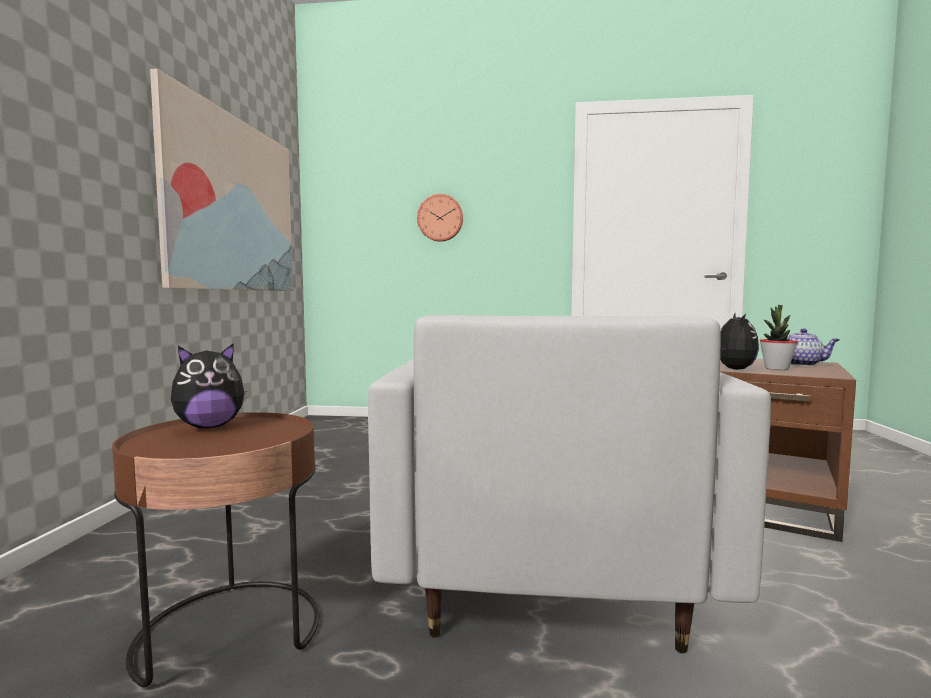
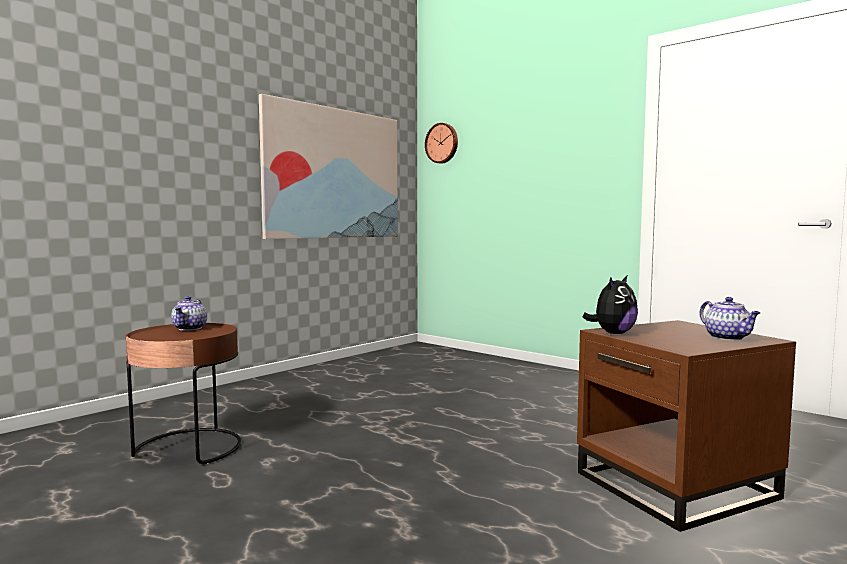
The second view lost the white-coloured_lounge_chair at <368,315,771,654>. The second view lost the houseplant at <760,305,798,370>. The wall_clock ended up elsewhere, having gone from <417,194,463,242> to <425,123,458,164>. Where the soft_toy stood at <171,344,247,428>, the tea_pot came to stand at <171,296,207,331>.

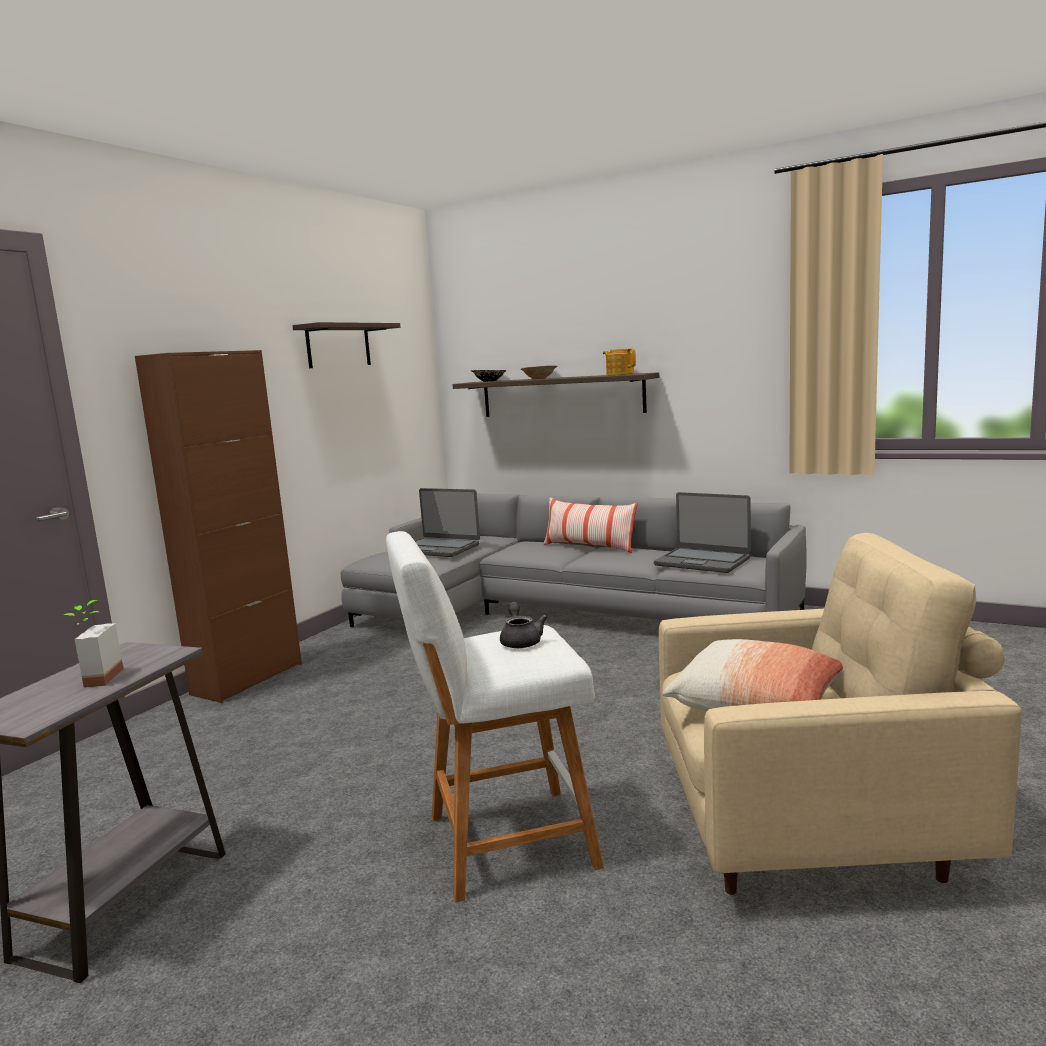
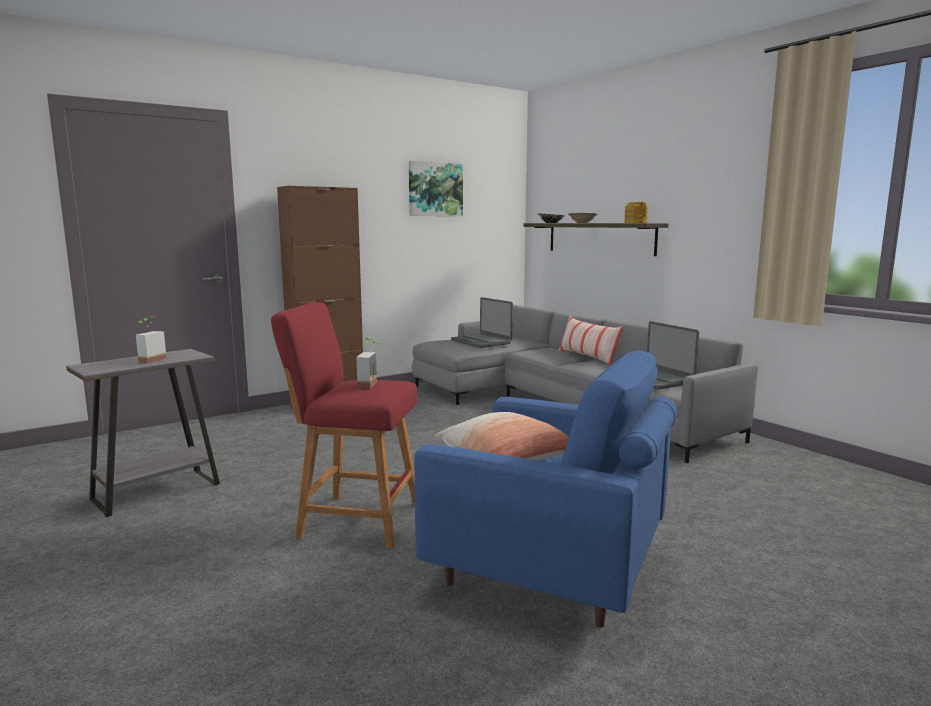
Where the bracket_shelf hung at <293,322,401,368>, the wall_art came to hang at <409,161,463,216>. Where the gray_tea_pot stood at <500,602,547,648>, the houseplant came to stand at <356,338,383,389>. What was the white-coloured_stool at <386,531,604,902> turned into the red-coloured_stool at <271,302,418,548>. What was the sand-coloured_lounge_chair at <659,533,1022,895> turned into the blue_lounge_chair at <414,351,677,628>.

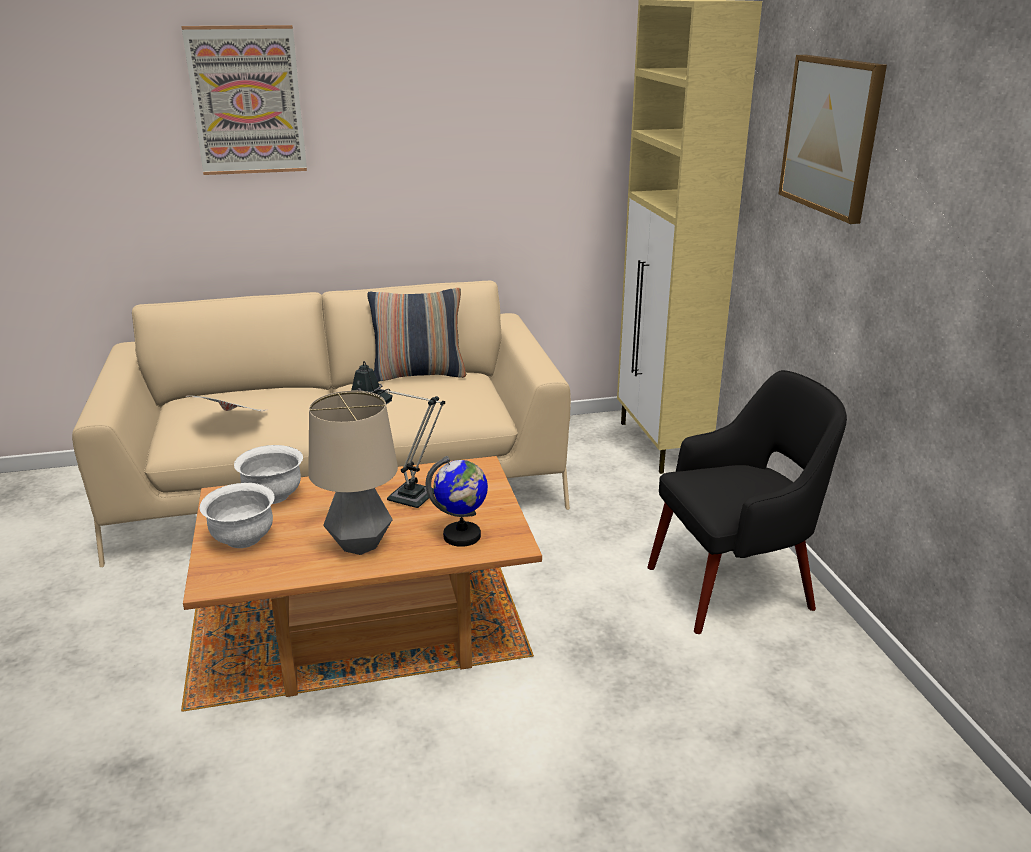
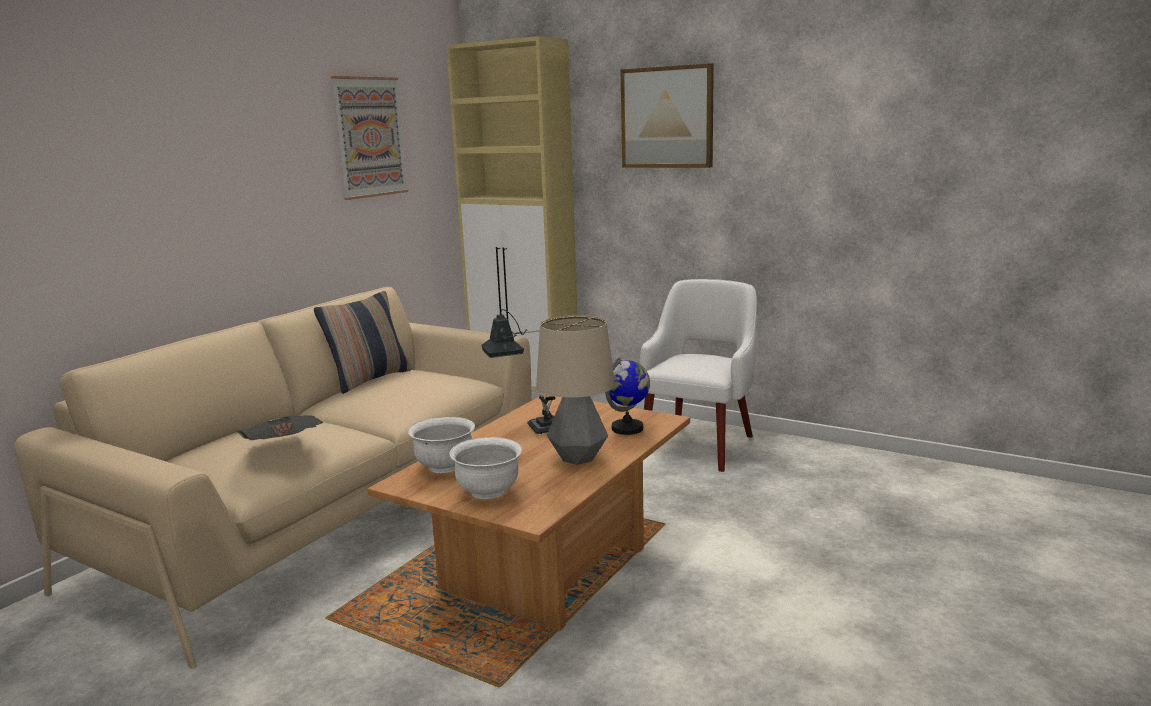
The wall_art ended up elsewhere, having gone from <181,25,307,175> to <331,76,408,200>. What was the black_lounge_chair at <647,370,847,634> turned into the white-coloured_lounge_chair at <640,279,757,472>.

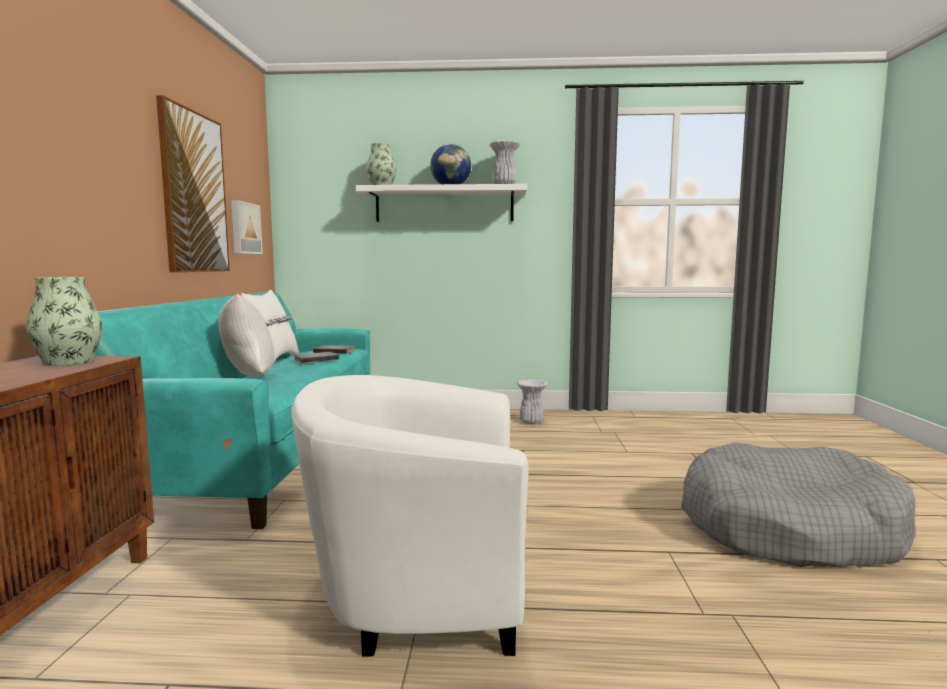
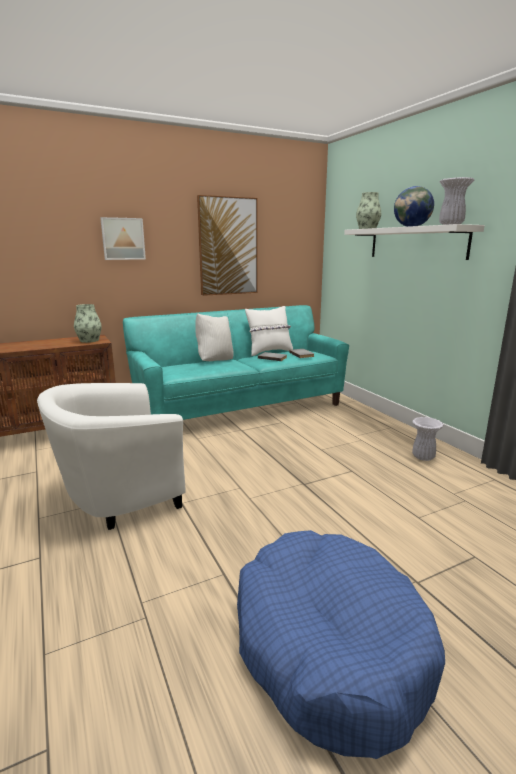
The wall_art ended up elsewhere, having gone from <231,200,263,254> to <100,217,146,260>. What was the gray_dog_bed at <681,443,916,567> turned into the blue_dog_bed at <237,530,445,759>. The white-coloured_lounge_chair at <292,375,529,657> ended up facing another way, 90 degrees counterclockwise from before.

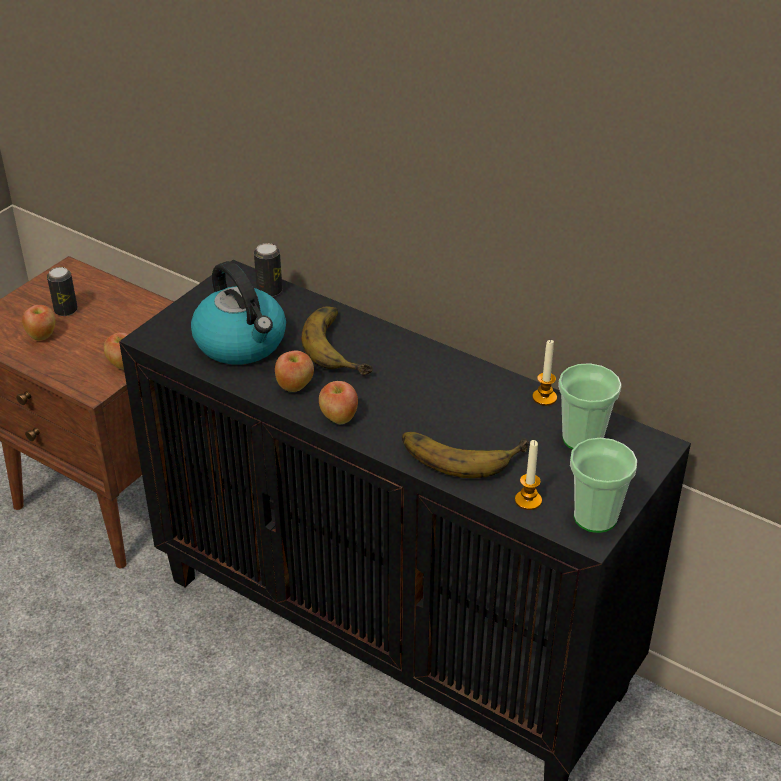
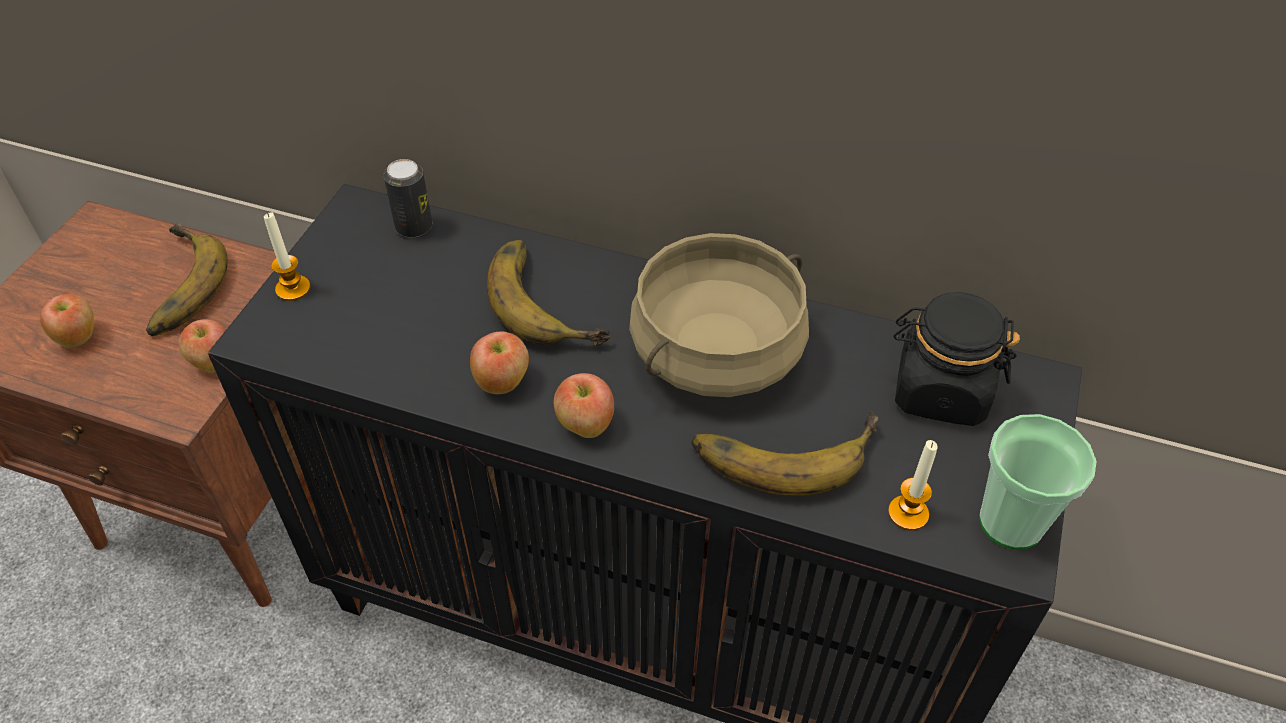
The second view lost the can at <47,267,78,316>. The second view lost the kettle at <191,261,286,365>. The second view gained the whole_banana at <146,223,228,336>. The second view gained the sand-coloured_saucepot at <629,233,809,397>. The wax_candle ended up elsewhere, having gone from <532,339,557,406> to <264,212,311,301>. Where the drinking_cup stood at <558,363,622,450>, the black_jar came to stand at <894,292,1020,426>.

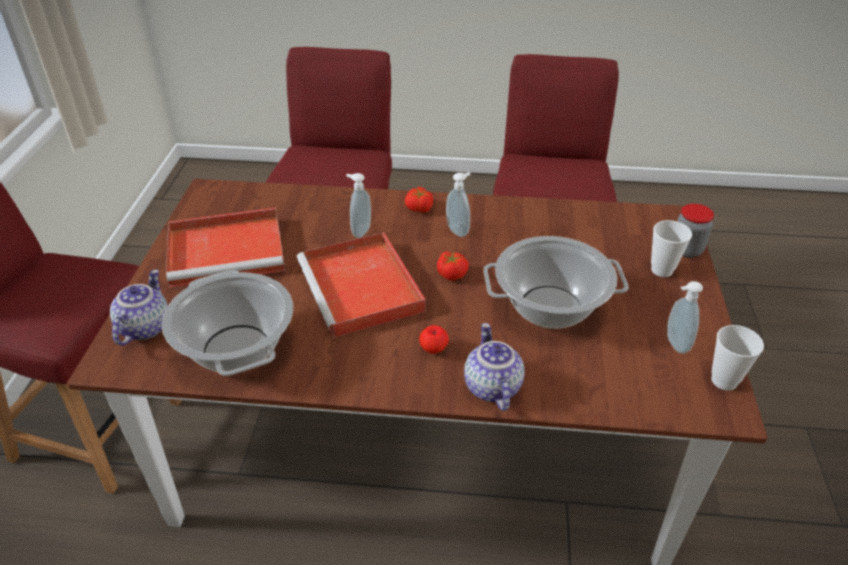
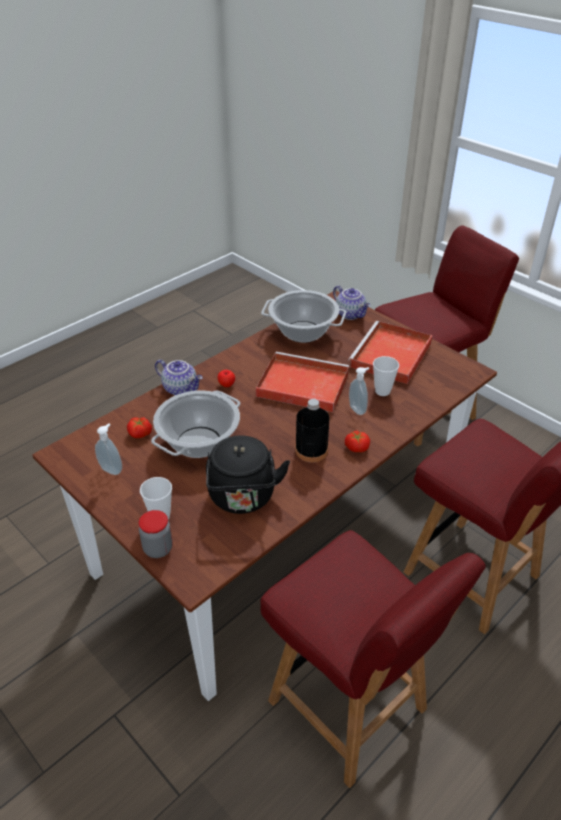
The second view gained the black_kettle at <206,435,290,514>. The whole_tomato ended up elsewhere, having gone from <437,251,469,281> to <127,417,152,438>. The drinking_cup ended up elsewhere, having gone from <711,325,764,391> to <373,356,399,396>. Where the soap_bottle stood at <446,172,470,237>, the black_bottle came to stand at <295,399,329,462>.

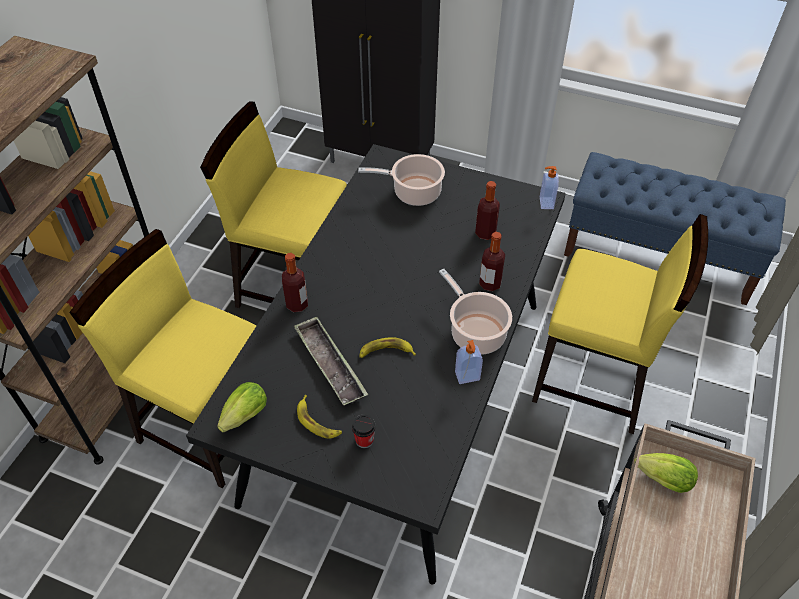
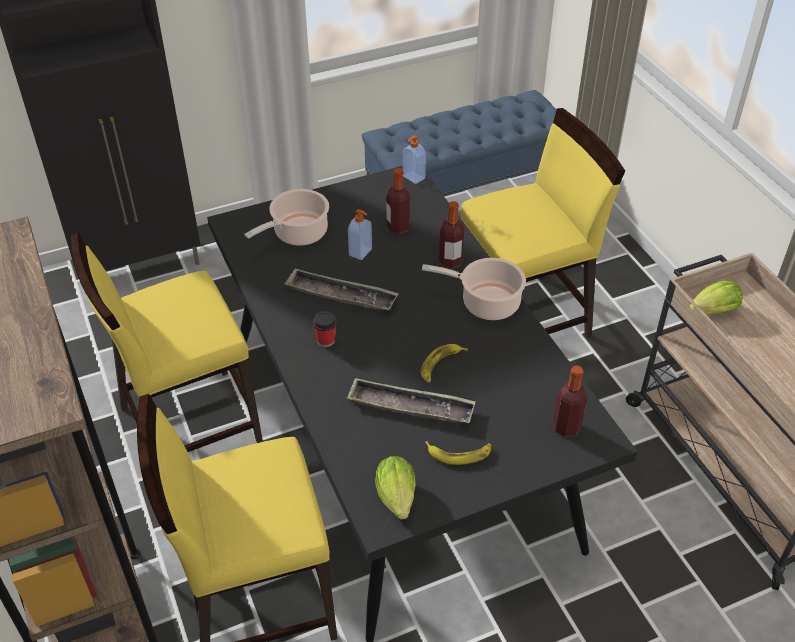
The second view gained the serving_tray at <284,269,399,311>. The bottle ended up elsewhere, having gone from <282,253,308,312> to <553,366,587,437>. The drinking_cup ended up elsewhere, having gone from <352,415,376,448> to <313,311,336,347>. The soap_bottle ended up elsewhere, having gone from <455,340,483,384> to <348,209,372,260>.

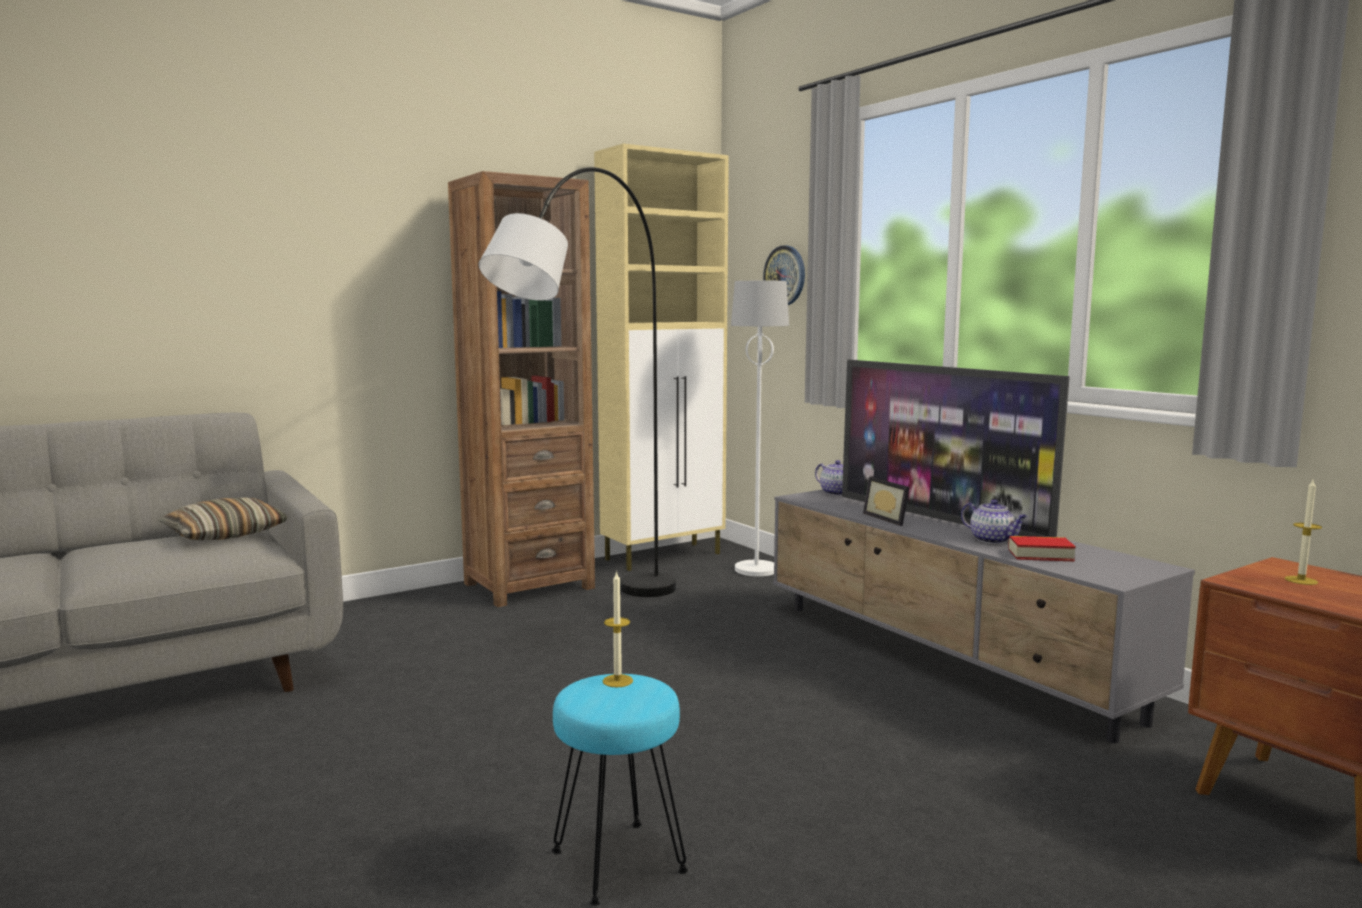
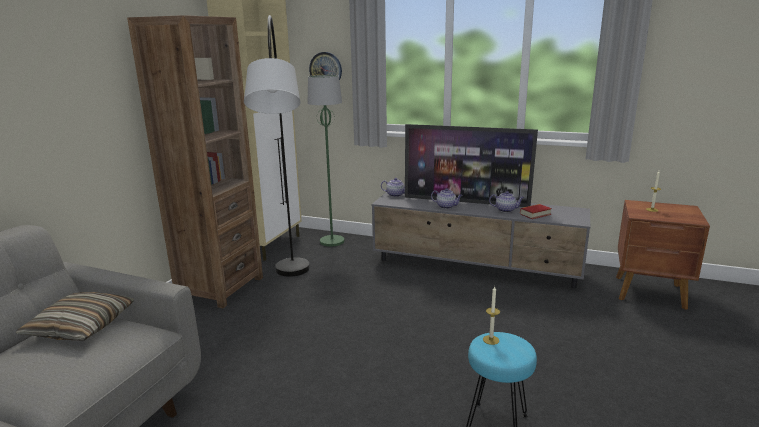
Where the standing_frame stood at <863,477,910,526>, the tea_pot came to stand at <431,188,463,209>. What was the white-coloured_standard_lamp at <731,281,789,576> turned into the green-coloured_standard_lamp at <308,75,344,247>.

